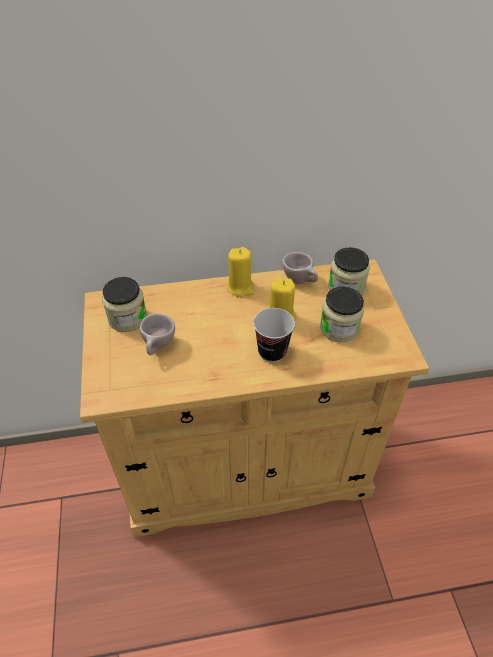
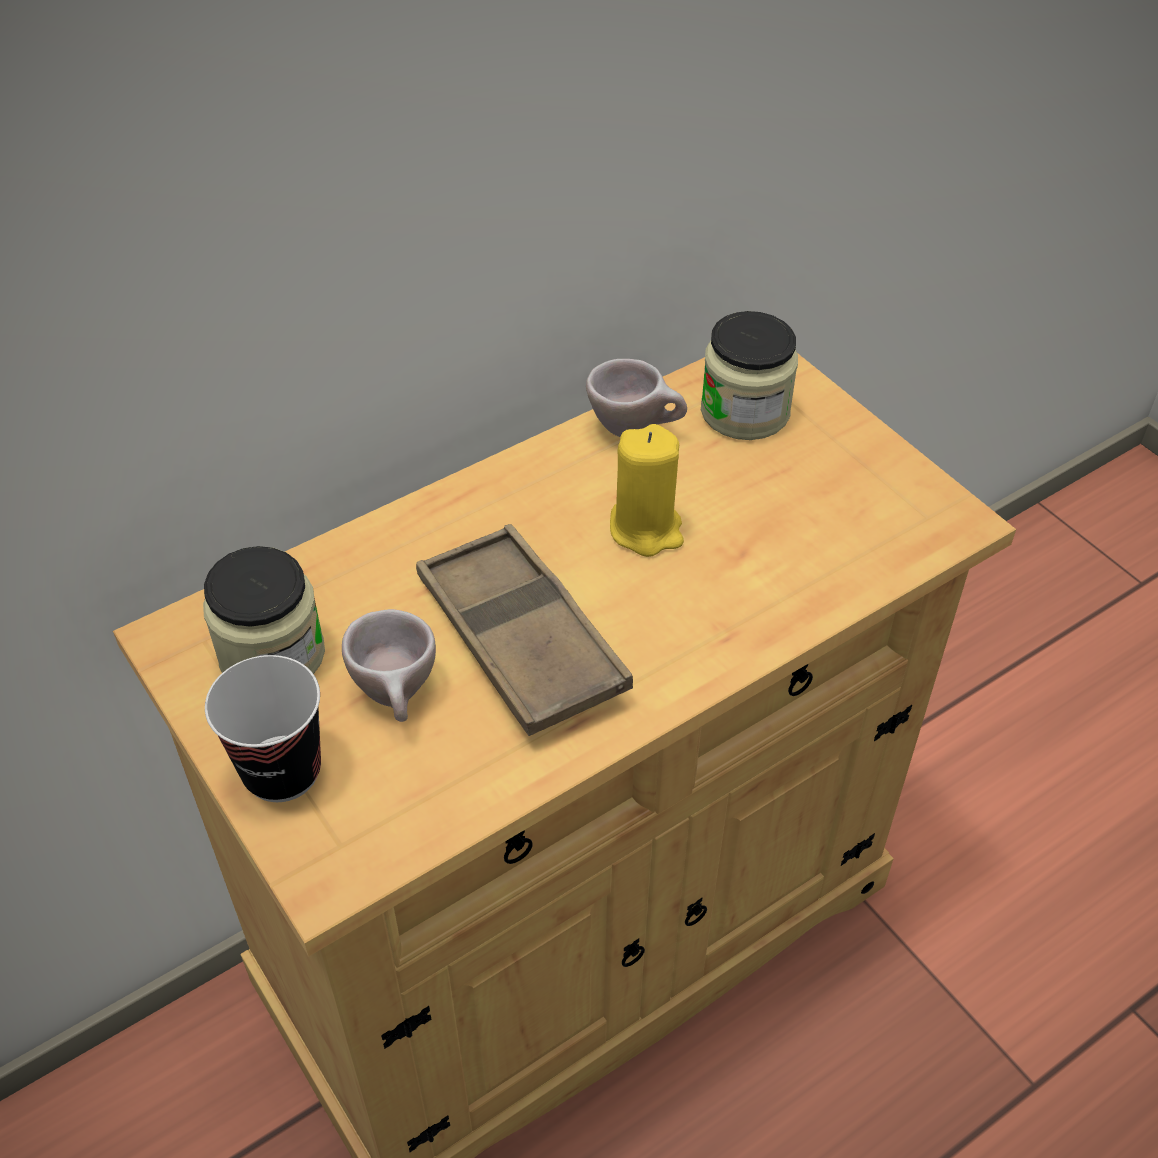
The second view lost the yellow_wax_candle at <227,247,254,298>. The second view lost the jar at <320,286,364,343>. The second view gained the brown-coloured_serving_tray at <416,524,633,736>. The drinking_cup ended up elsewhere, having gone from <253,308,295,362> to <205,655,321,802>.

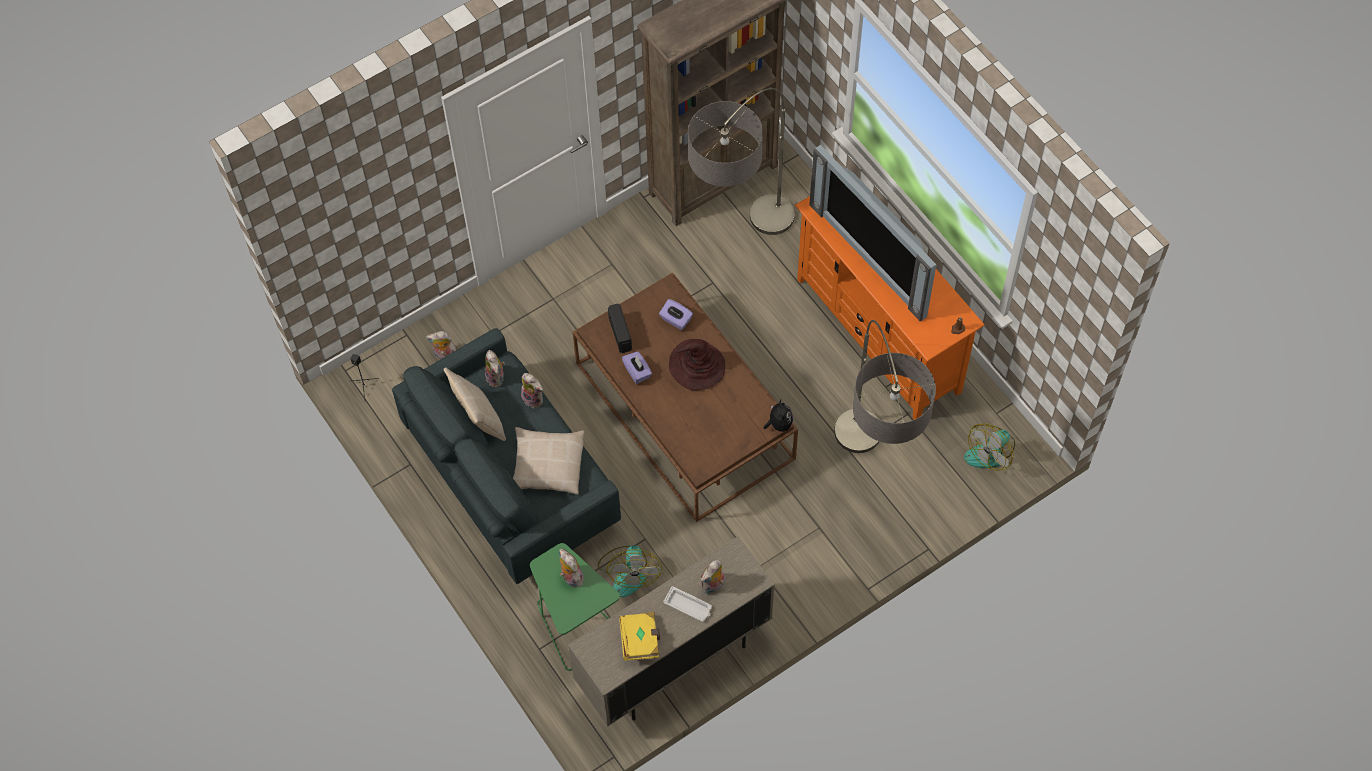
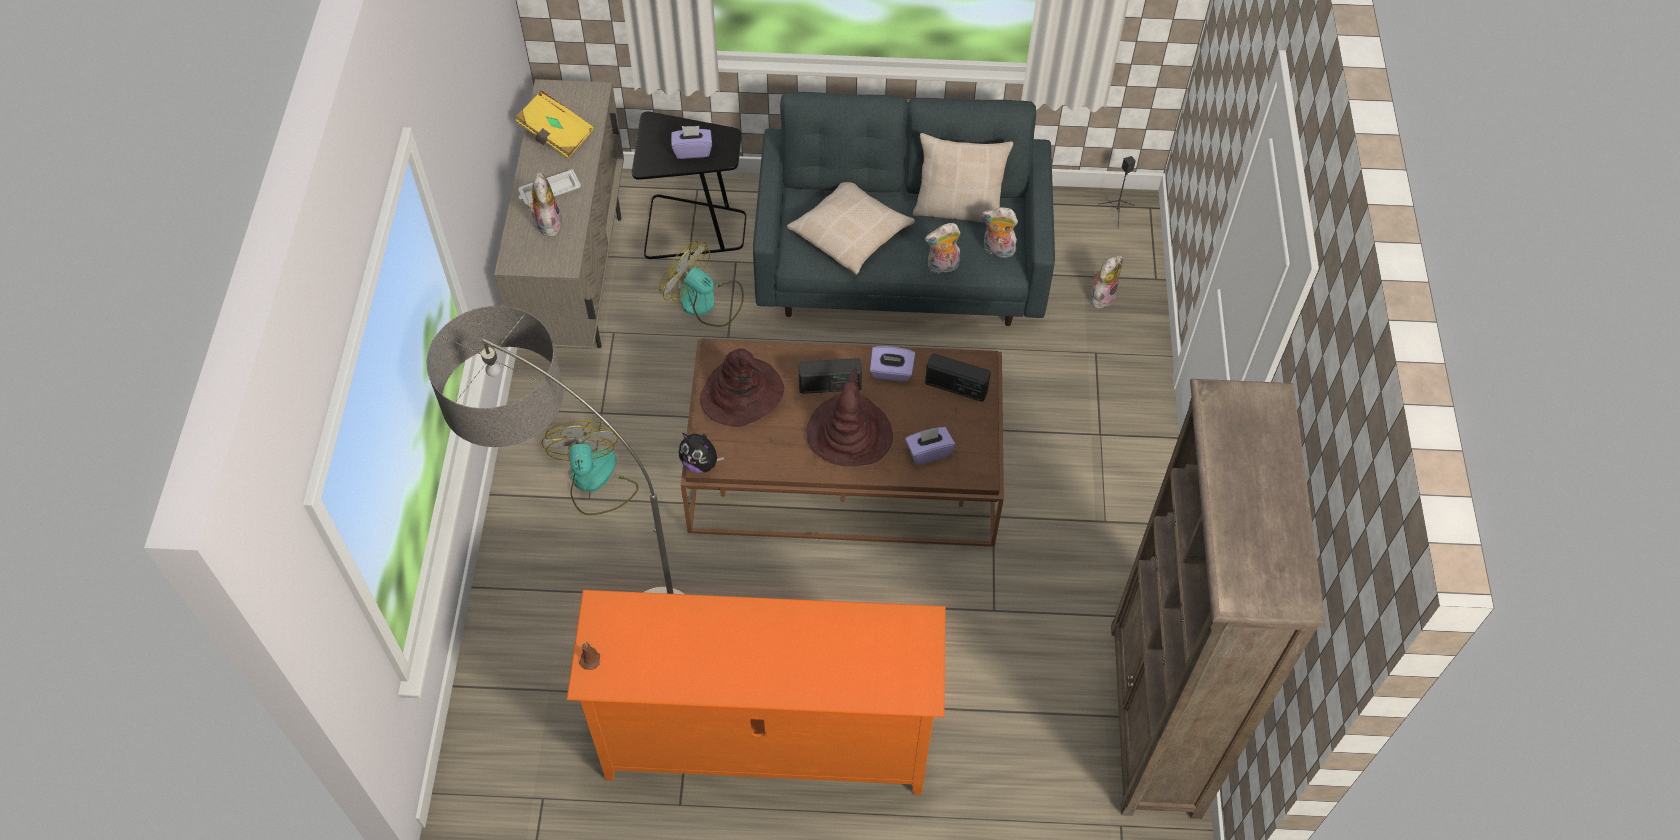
The second view lost the standard_lamp at <688,88,795,235>. The second view lost the TV_set at <809,145,937,322>. The second view gained the brown-coloured_hat at <700,348,784,427>. The second view gained the radio at <798,358,862,394>. The electric_fan ended up elsewhere, having gone from <964,423,1015,471> to <541,420,638,515>. Where the soft_toy stood at <559,549,584,588>, the purplish_box_of_tissues came to stand at <671,126,712,159>. What was the green-coloured_side_table at <530,543,620,671> turned into the black_side_table at <632,111,746,259>.

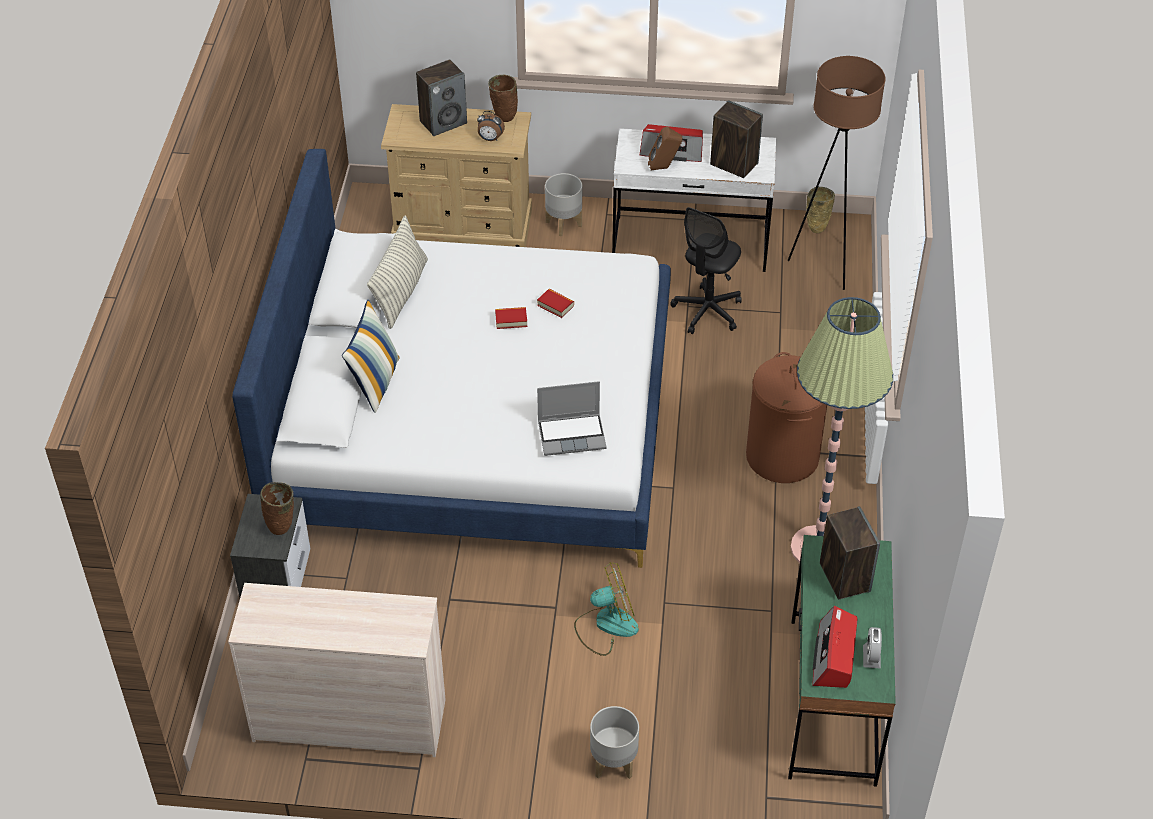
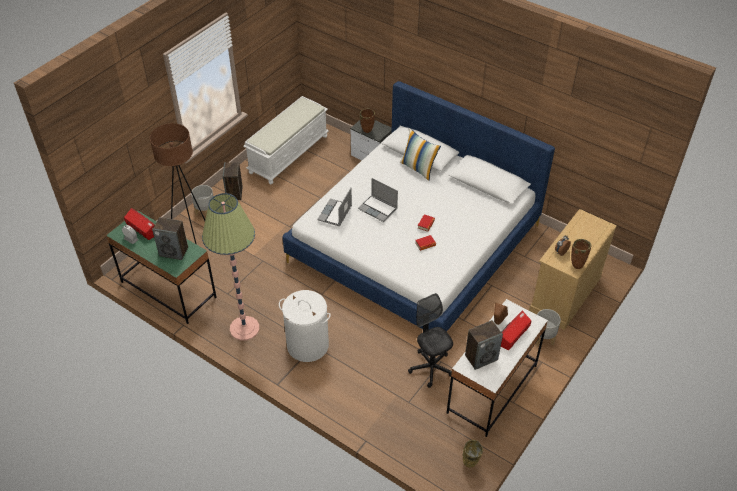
The second view lost the throw_pillow at <367,216,428,329>. The second view lost the electric_fan at <574,562,639,656>. The second view gained the notebook_computer at <358,178,398,222>. The speaker ended up elsewhere, having gone from <416,59,467,136> to <223,162,243,200>. The brown-coloured_standard_lamp ended up elsewhere, having gone from <788,56,886,290> to <150,123,205,245>. Where the sand-coloured_chest_of_drawers stood at <228,583,446,757>, the white-coloured_bench came to stand at <243,96,329,184>. What was the brown-coloured_hamper at <746,352,827,483> turned into the white-coloured_hamper at <279,290,331,362>.

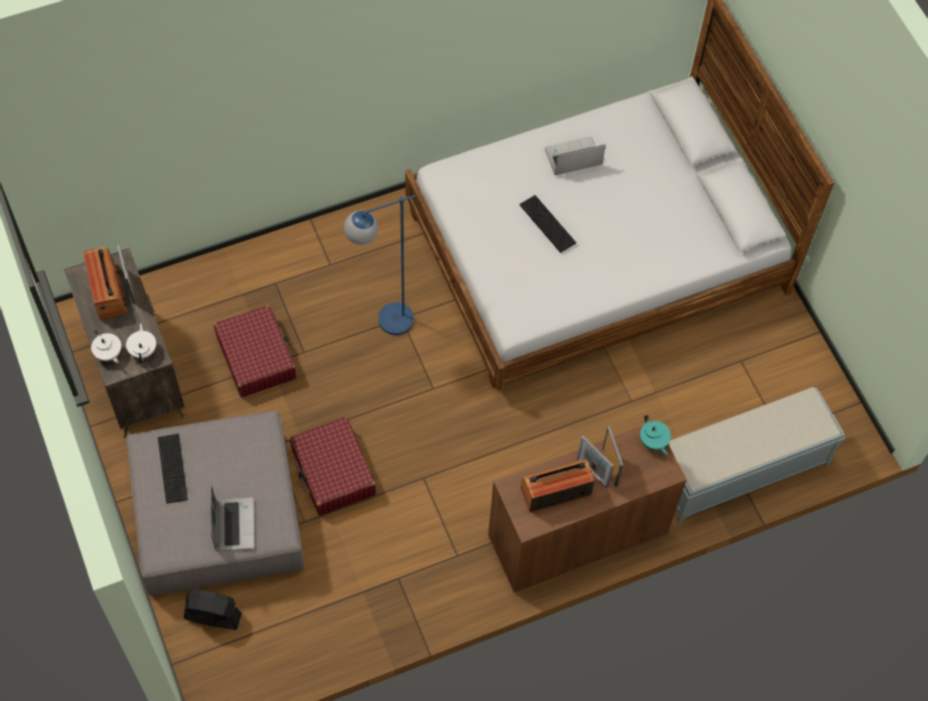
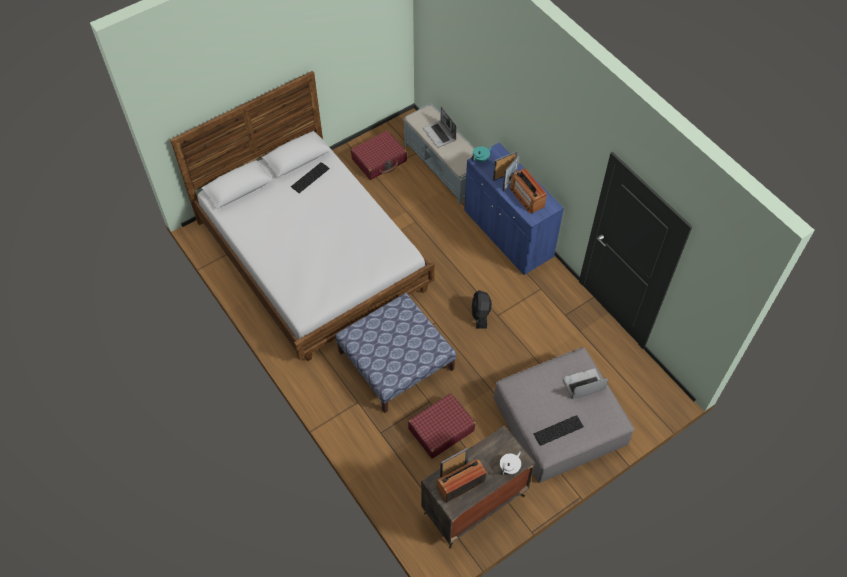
The second view lost the white-coloured_tea_pot at <126,323,156,363>. The black_electric_fan ended up elsewhere, having gone from <184,589,242,630> to <472,290,492,329>. The red-coloured_piece_of_luggage ended up elsewhere, having gone from <290,417,376,516> to <351,130,407,180>. The keyboard ended up elsewhere, having gone from <520,195,576,253> to <291,162,330,193>. The notebook_computer ended up elsewhere, having gone from <545,136,606,175> to <423,107,456,148>. Where the blue_standard_lamp stood at <344,195,416,335>, the ottoman came to stand at <335,293,456,413>. What was the brown-coloured_storage_cabinet at <488,426,687,593> turned into the blue_storage_cabinet at <464,143,564,275>.

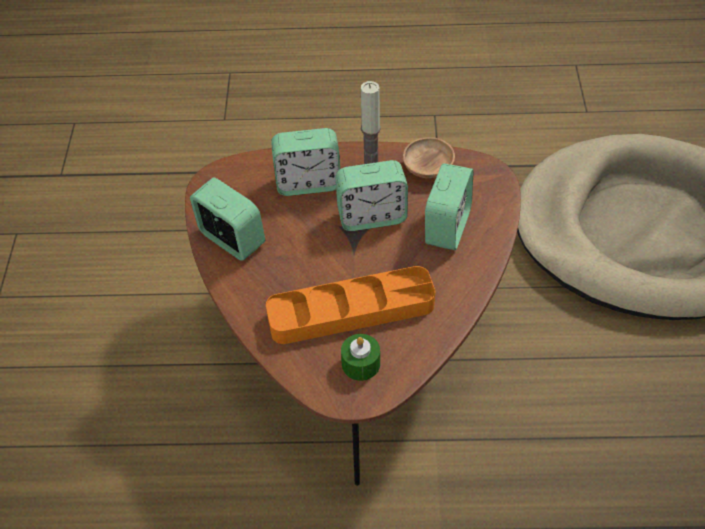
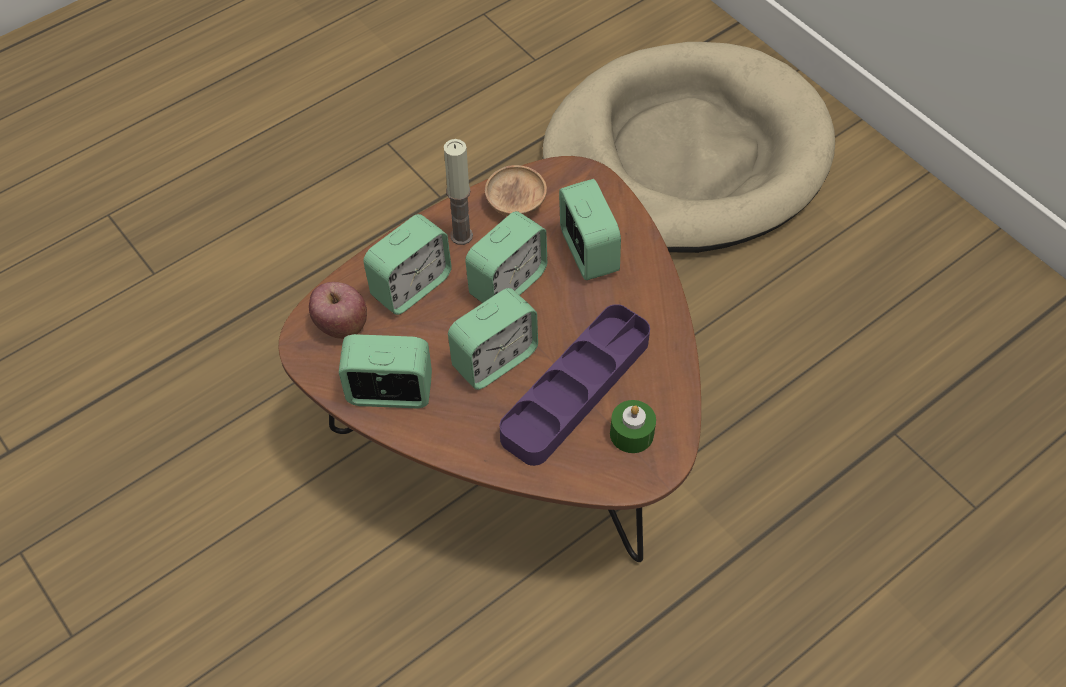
The second view gained the whole_apple at <309,282,367,339>. The second view gained the alarm_clock at <448,288,538,390>. What was the orangey_serving_tray at <266,266,435,344> turned into the purplish_serving_tray at <500,304,650,466>.

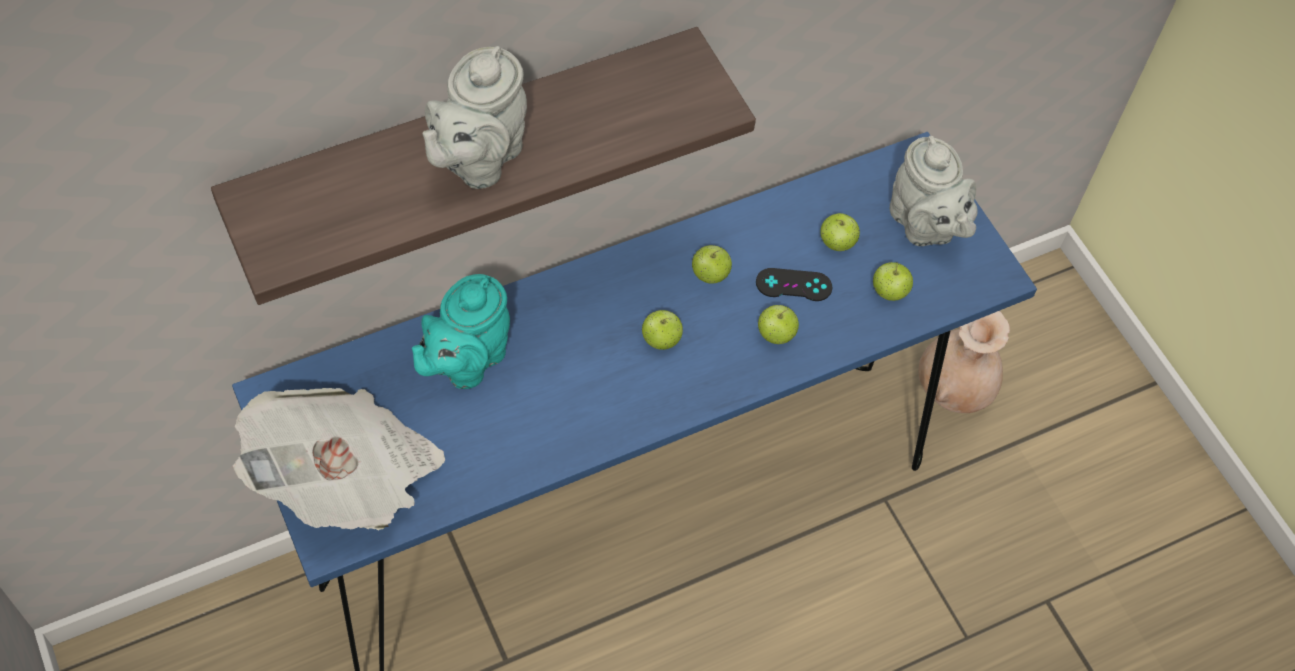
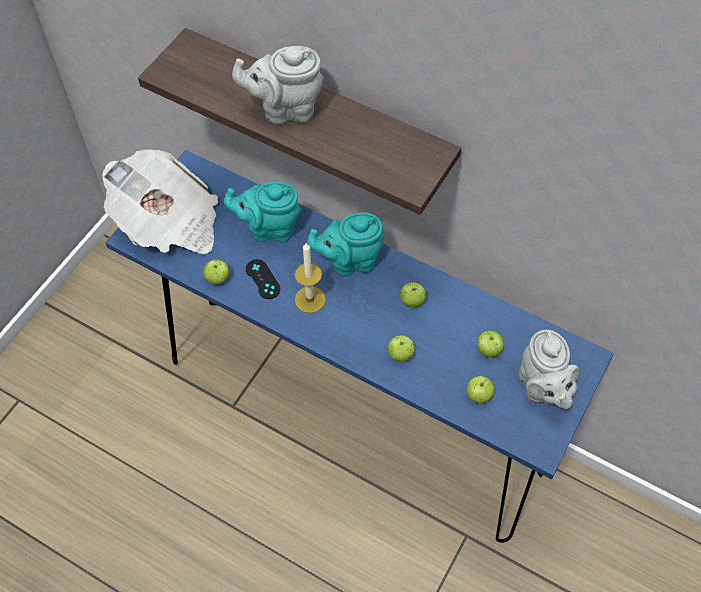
The second view lost the sand-coloured_decorative_vase at <918,311,1010,413>. The second view gained the wax_candle at <294,243,326,313>. The second view gained the turquoise-coloured_tea_pot at <307,212,384,276>. The whole_apple ended up elsewhere, having gone from <642,310,683,350> to <203,259,230,284>. The black_joypad ended up elsewhere, having gone from <756,268,833,301> to <246,259,280,299>. The gray_tea_pot at <890,136,978,246> ended up facing another way, 45 degrees counterclockwise from before.

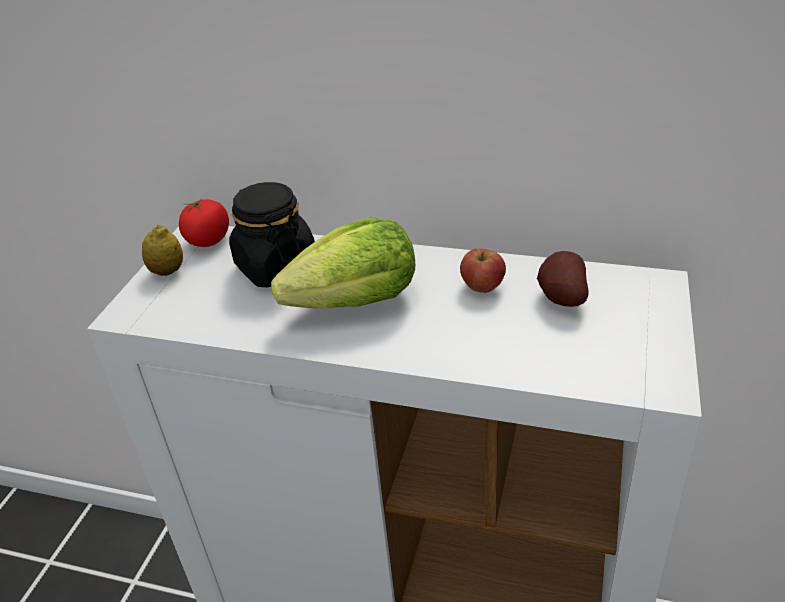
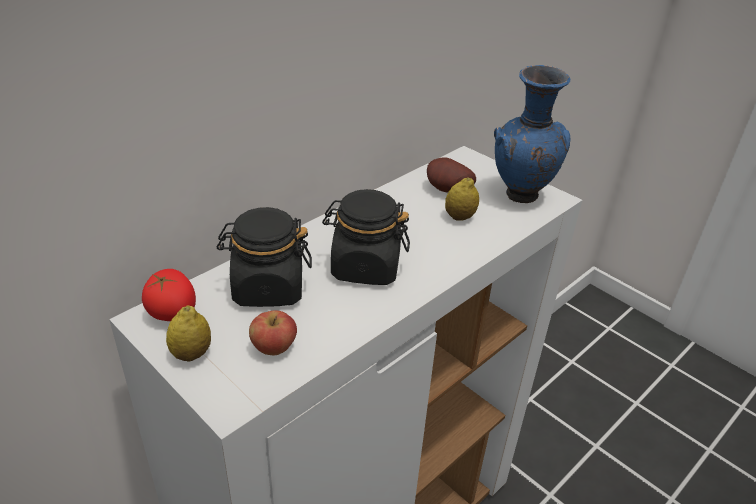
The second view gained the whole_lemon at <445,177,479,221>. The second view gained the blue_decorative_vase at <494,65,570,203>. The whole_apple ended up elsewhere, having gone from <460,249,506,293> to <249,310,297,355>. Where the head_of_lettuce stood at <271,217,415,309>, the black_jar came to stand at <322,189,410,285>.

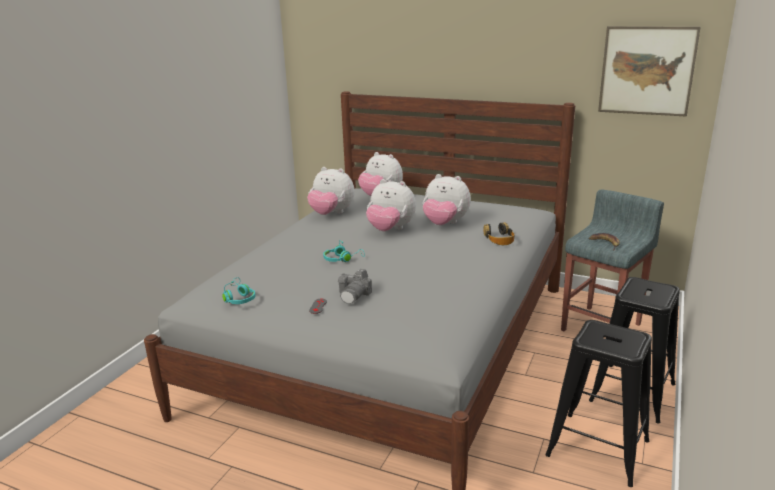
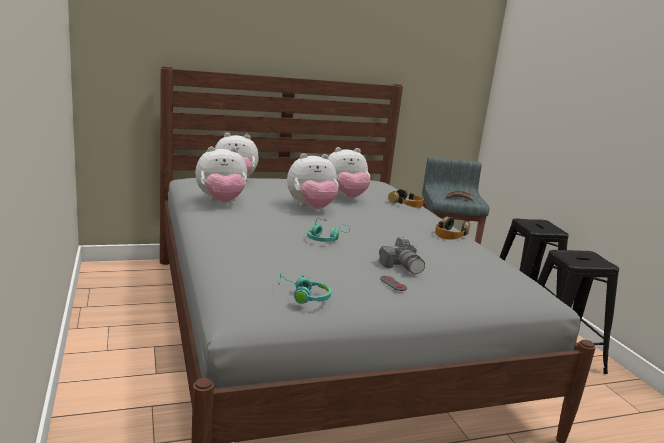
The second view lost the wall_art at <598,26,701,117>. The second view gained the pair_of_headphones at <435,217,470,240>.

